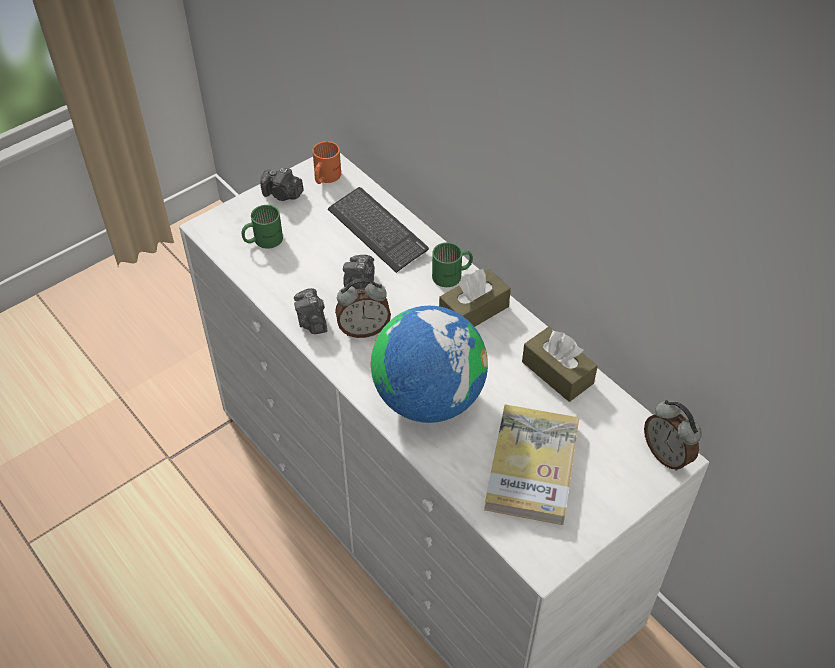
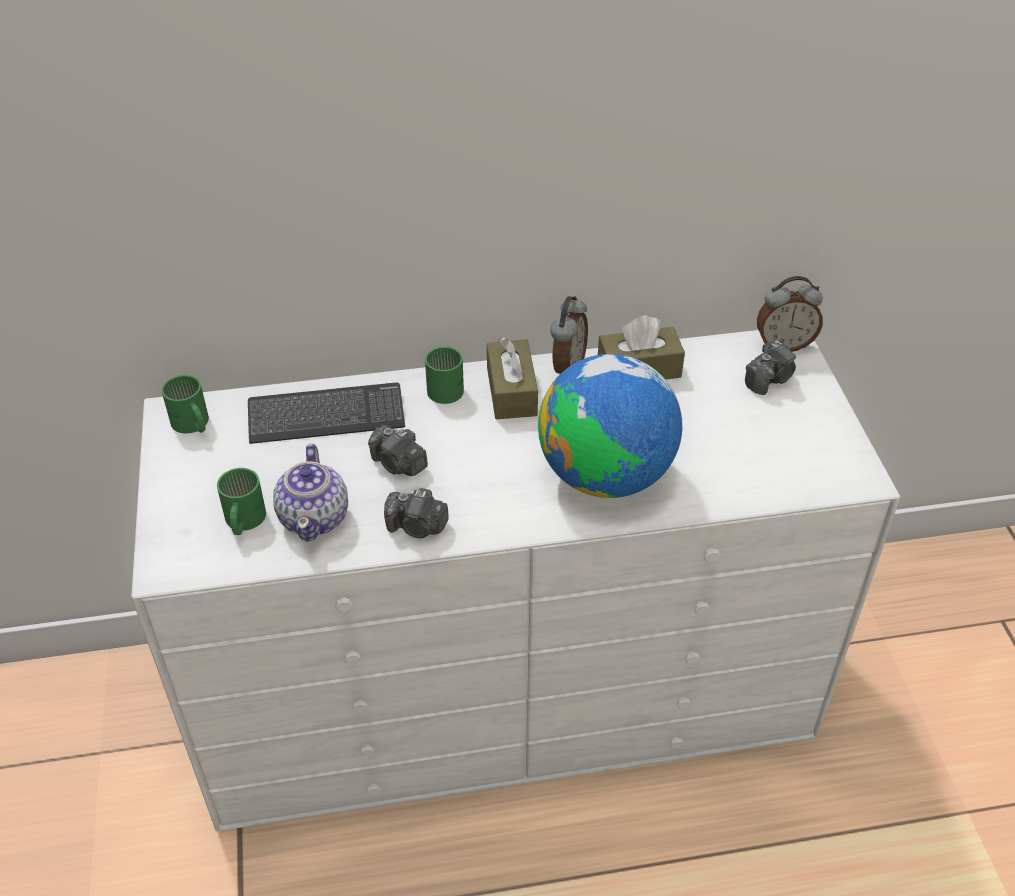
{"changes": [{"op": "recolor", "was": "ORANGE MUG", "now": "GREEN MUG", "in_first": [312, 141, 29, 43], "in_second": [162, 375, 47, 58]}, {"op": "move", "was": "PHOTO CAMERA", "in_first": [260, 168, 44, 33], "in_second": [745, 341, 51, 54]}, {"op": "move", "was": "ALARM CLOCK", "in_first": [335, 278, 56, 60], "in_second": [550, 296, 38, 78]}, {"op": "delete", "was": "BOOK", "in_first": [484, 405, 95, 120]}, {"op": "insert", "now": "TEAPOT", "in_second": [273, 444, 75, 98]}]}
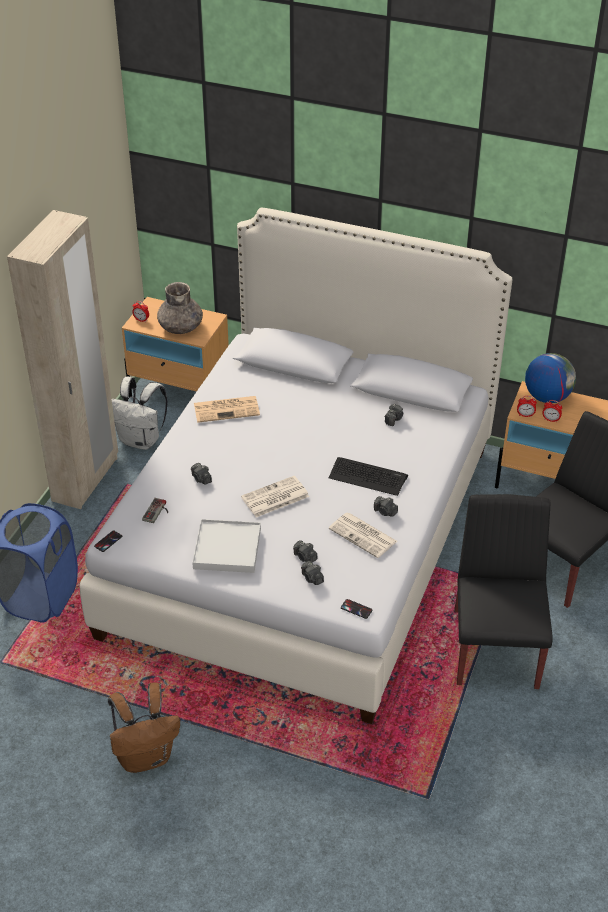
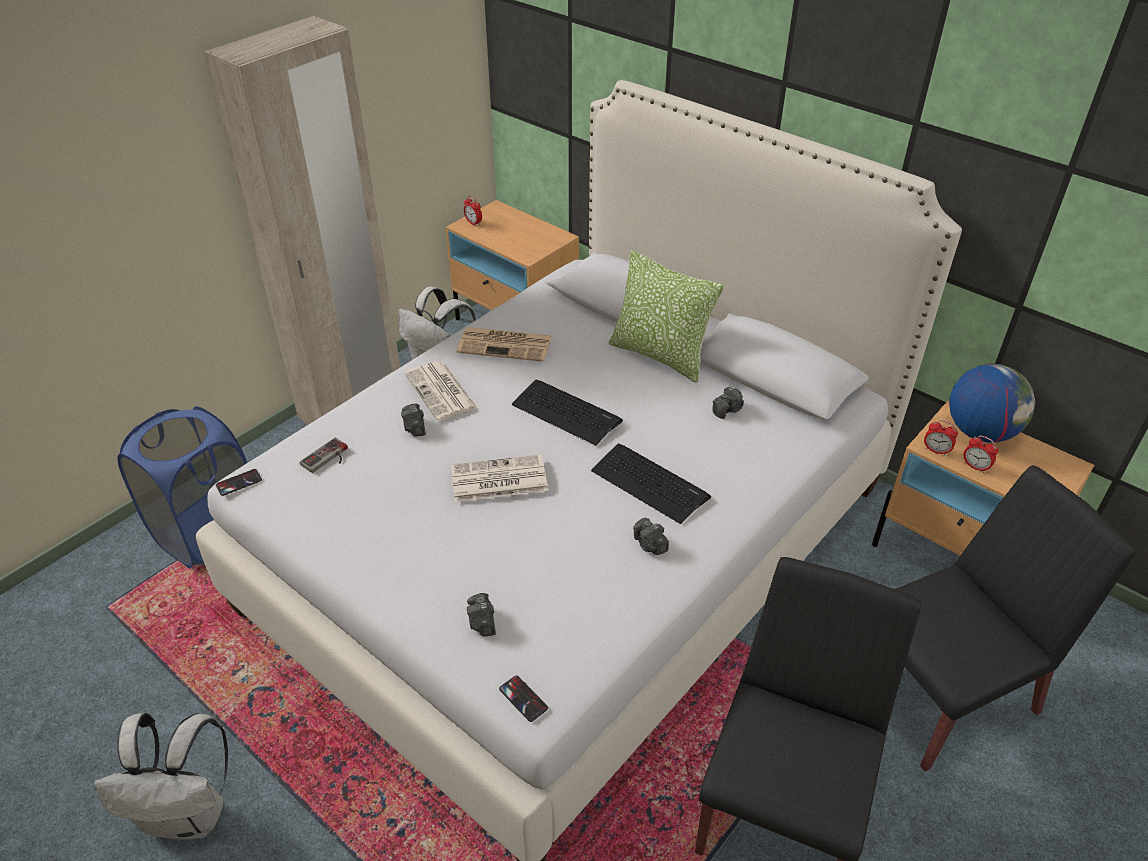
{"changes": [{"op": "delete", "was": "GREY VASE", "in_first": [157, 282, 46, 52]}, {"op": "move", "was": "NEWSPAPER", "in_first": [329, 512, 68, 46], "in_second": [404, 361, 74, 60]}, {"op": "delete", "was": "WHITE TRAY", "in_first": [192, 519, 69, 54]}, {"op": "delete", "was": "PHOTO CAMERA", "in_first": [293, 540, 24, 22]}, {"op": "recolor", "was": "BROWN BACKPACK", "now": "WHITE BACKPACK", "in_first": [108, 682, 72, 91], "in_second": [94, 713, 134, 127]}, {"op": "insert", "now": "PILLOW", "in_second": [609, 250, 115, 133]}, {"op": "insert", "now": "KEYBOARD", "in_second": [512, 380, 111, 65]}]}
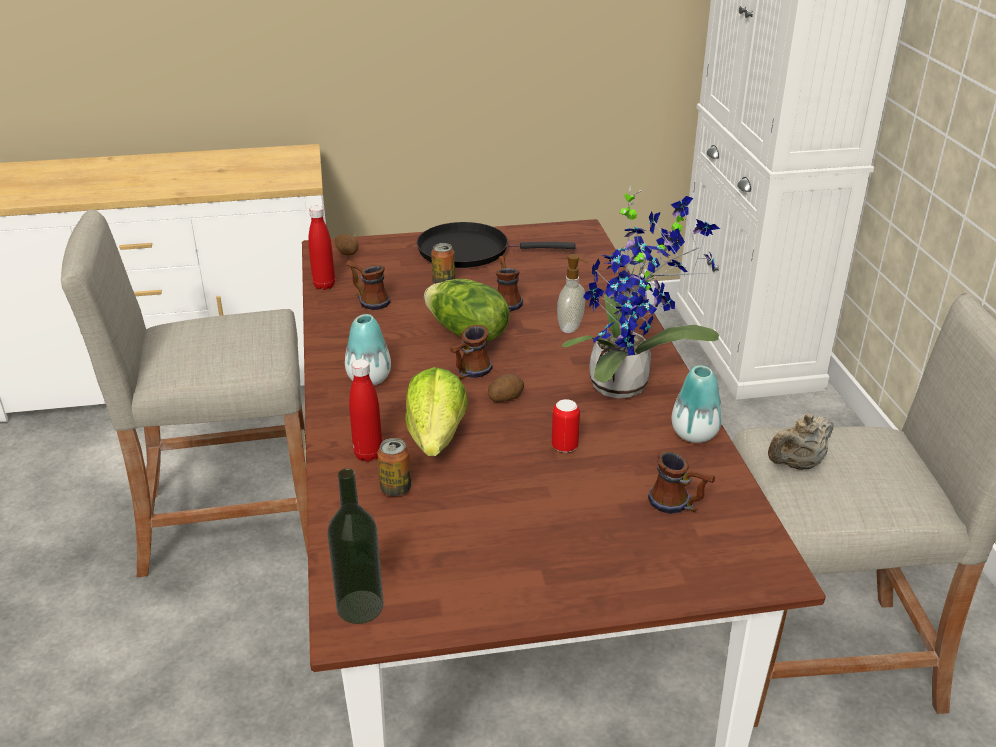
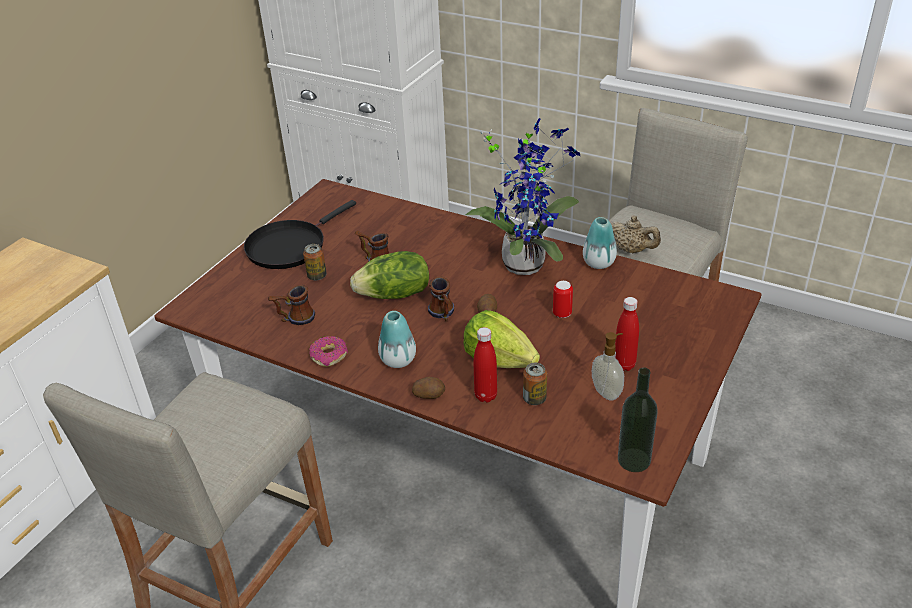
{"changes": [{"op": "move", "was": "RED BOTTLE", "in_first": [308, 206, 27, 84], "in_second": [615, 297, 24, 74]}, {"op": "move", "was": "POTATO", "in_first": [334, 234, 25, 21], "in_second": [412, 377, 33, 22]}, {"op": "move", "was": "SOAP DISPENSER", "in_first": [557, 254, 31, 79], "in_second": [592, 332, 32, 69]}, {"op": "rotate", "was": "BEIGE TEAPOT", "in_first": [768, 414, 66, 56], "in_second": [610, 215, 51, 38], "clockwise": -60}, {"op": "delete", "was": "MUG", "in_first": [648, 450, 67, 64]}, {"op": "insert", "now": "DONUT", "in_second": [309, 336, 39, 31]}]}
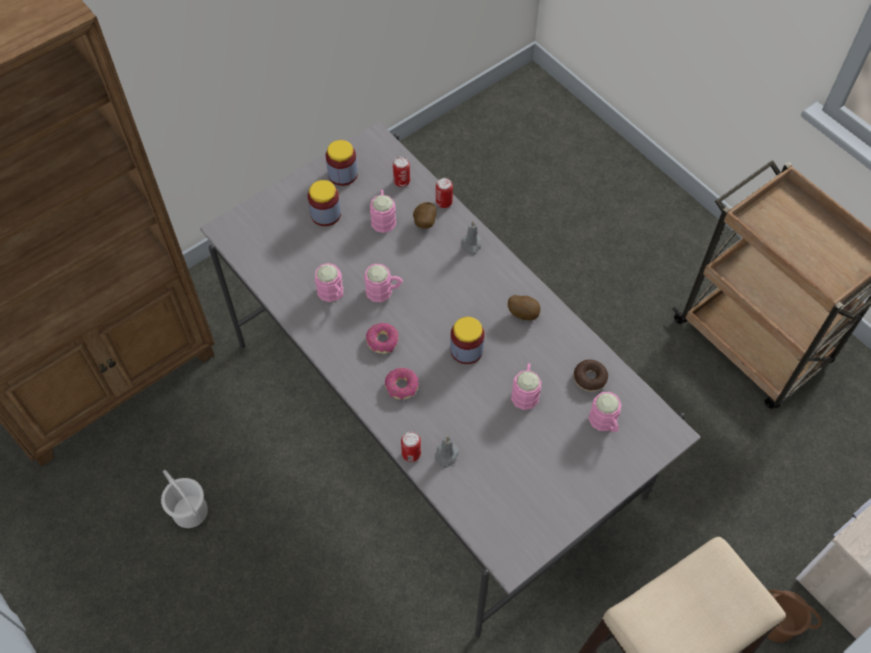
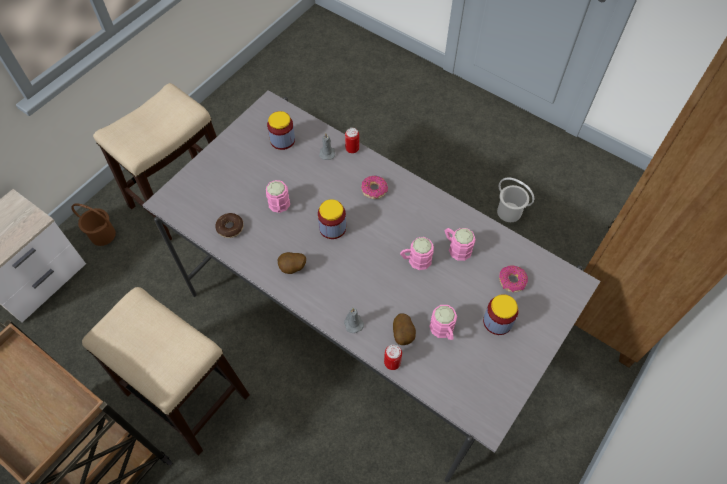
{"changes": [{"op": "move", "was": "JAR", "in_first": [326, 140, 32, 46], "in_second": [267, 111, 28, 39]}, {"op": "delete", "was": "CAN", "in_first": [393, 157, 17, 30]}, {"op": "move", "was": "DONUT", "in_first": [366, 323, 32, 31], "in_second": [499, 266, 29, 26]}, {"op": "delete", "was": "PINK MUG", "in_first": [588, 392, 34, 40]}, {"op": "insert", "now": "STOOL", "in_second": [82, 287, 168, 169]}]}
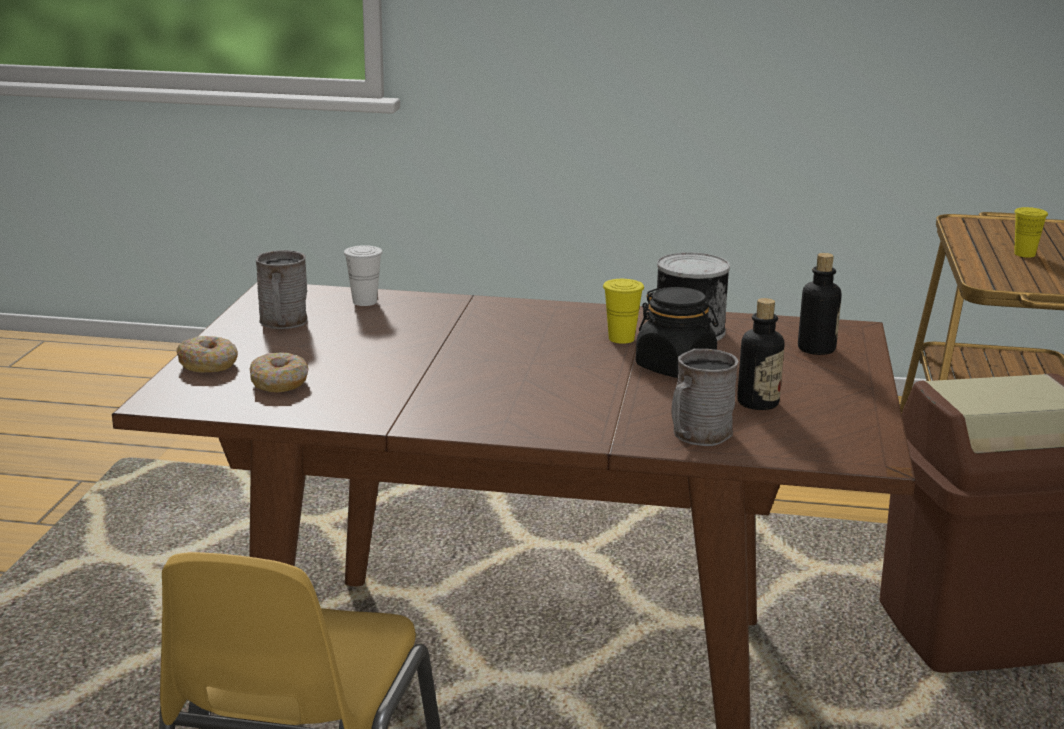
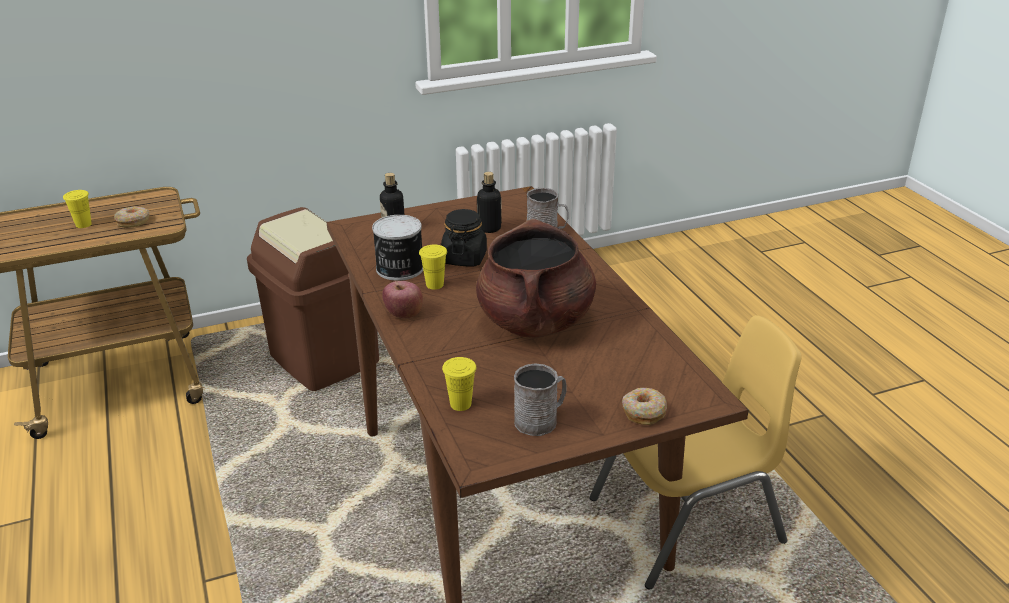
{"changes": [{"op": "recolor", "was": "WHITE CUP", "now": "YELLOW CUP", "in_first": [344, 245, 39, 61], "in_second": [442, 357, 34, 54]}, {"op": "move", "was": "DONUT", "in_first": [250, 352, 59, 40], "in_second": [114, 206, 36, 22]}, {"op": "insert", "now": "BROWN COOKING POT", "in_second": [476, 219, 120, 118]}, {"op": "insert", "now": "APPLE", "in_second": [382, 281, 41, 38]}]}
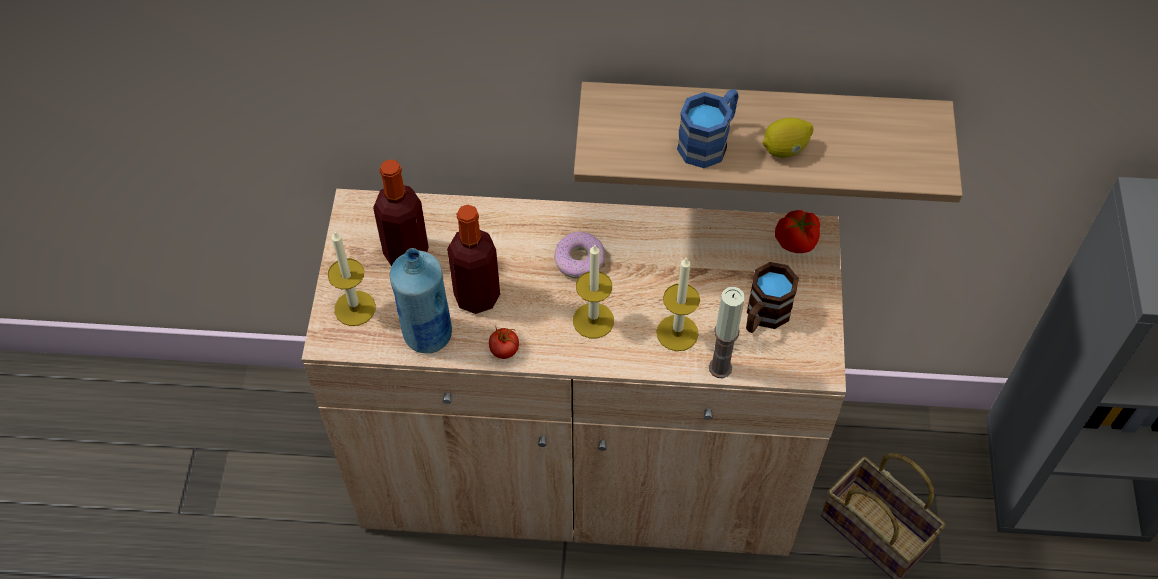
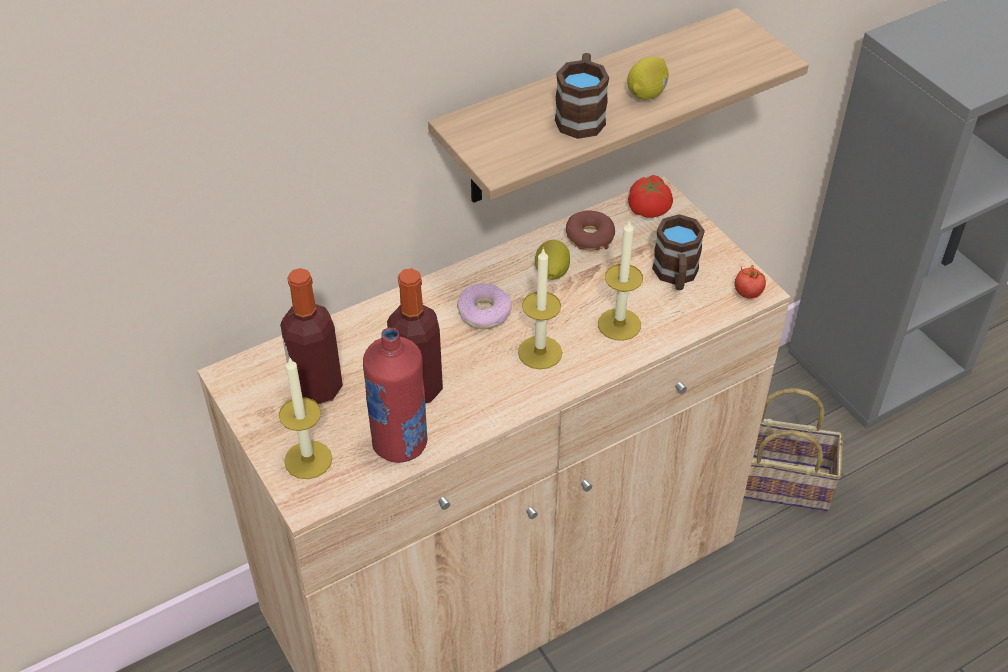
{"changes": [{"op": "recolor", "was": "BLUE MUG", "now": "BROWN MUG", "in_first": [677, 89, 61, 79], "in_second": [555, 53, 54, 86]}, {"op": "recolor", "was": "BLUE BOTTLE", "now": "RED BOTTLE", "in_first": [390, 248, 62, 105], "in_second": [363, 328, 64, 135]}, {"op": "delete", "was": "CANDLE", "in_first": [709, 287, 36, 91]}, {"op": "move", "was": "TOMATO", "in_first": [489, 328, 30, 31], "in_second": [735, 265, 31, 34]}, {"op": "insert", "now": "DONUT", "in_second": [566, 210, 49, 41]}, {"op": "insert", "now": "LEMON", "in_second": [535, 240, 35, 40]}]}
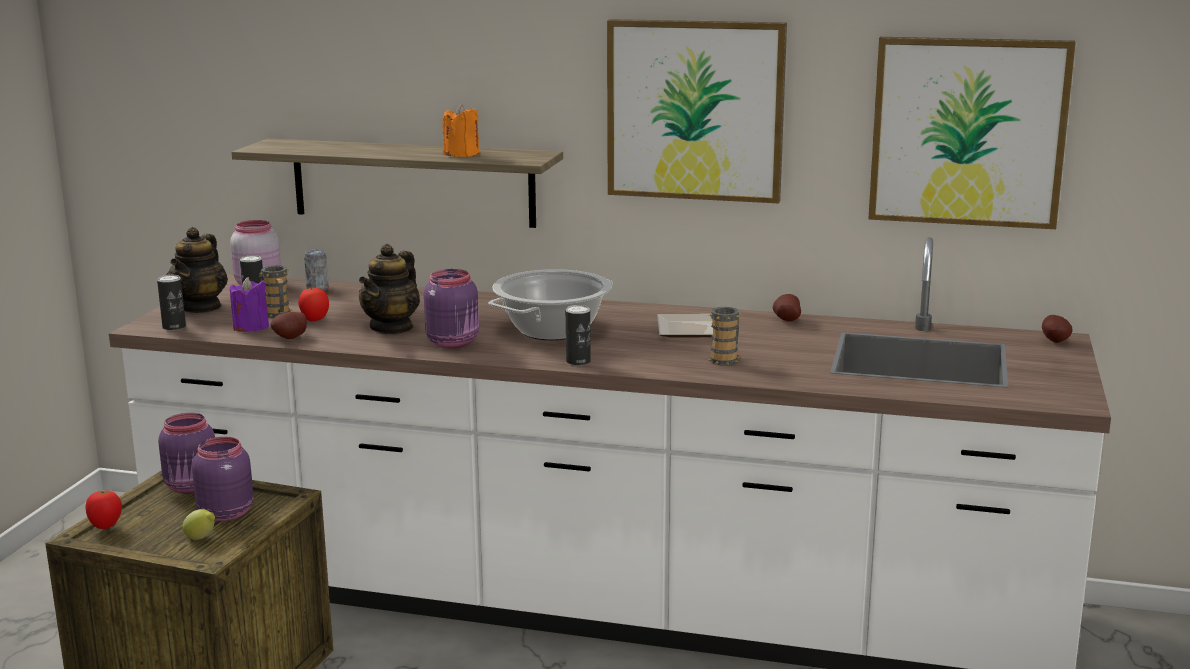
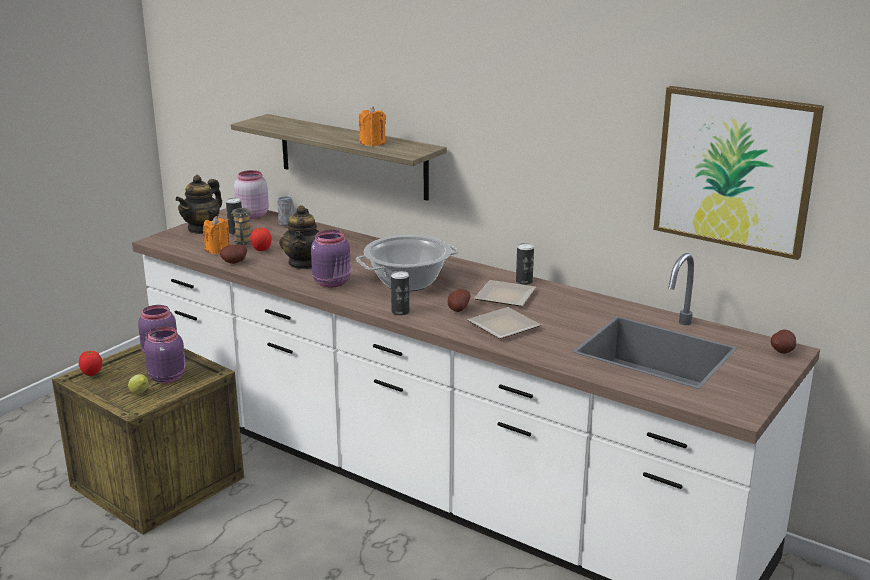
{"changes": [{"op": "delete", "was": "PICTURE", "in_first": [607, 19, 180, 184]}, {"op": "rotate", "was": "TEAPOT", "in_first": [359, 244, 61, 90], "in_second": [279, 205, 40, 64], "clockwise": -45}, {"op": "move", "was": "CAN", "in_first": [157, 275, 29, 55], "in_second": [516, 243, 18, 42]}, {"op": "recolor", "was": "PURPLE CANDLE", "now": "ORANGE CANDLE", "in_first": [230, 277, 39, 55], "in_second": [203, 216, 27, 38]}, {"op": "move", "was": "POTATO", "in_first": [773, 294, 28, 27], "in_second": [448, 289, 22, 23]}, {"op": "replace", "was": "MUG", "now": "PLATE", "in_first": [708, 307, 33, 59], "in_second": [467, 307, 74, 32]}]}
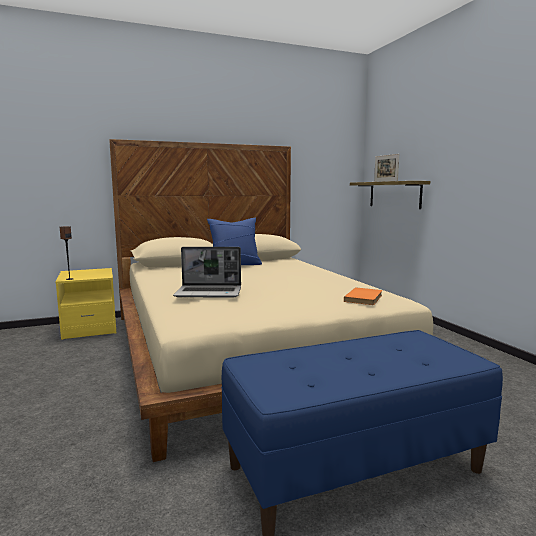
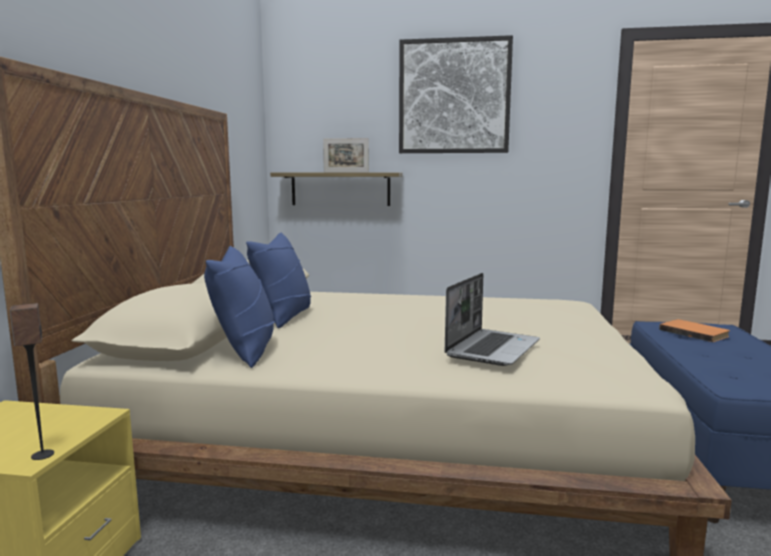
{"changes": [{"op": "move", "was": "ORANGE BOOK", "in_first": [344, 288, 38, 17], "in_second": [659, 319, 71, 23]}, {"op": "insert", "now": "PICTURE", "in_second": [399, 35, 114, 118]}, {"op": "insert", "now": "BLUE PILLOW", "in_second": [204, 246, 71, 122]}]}
